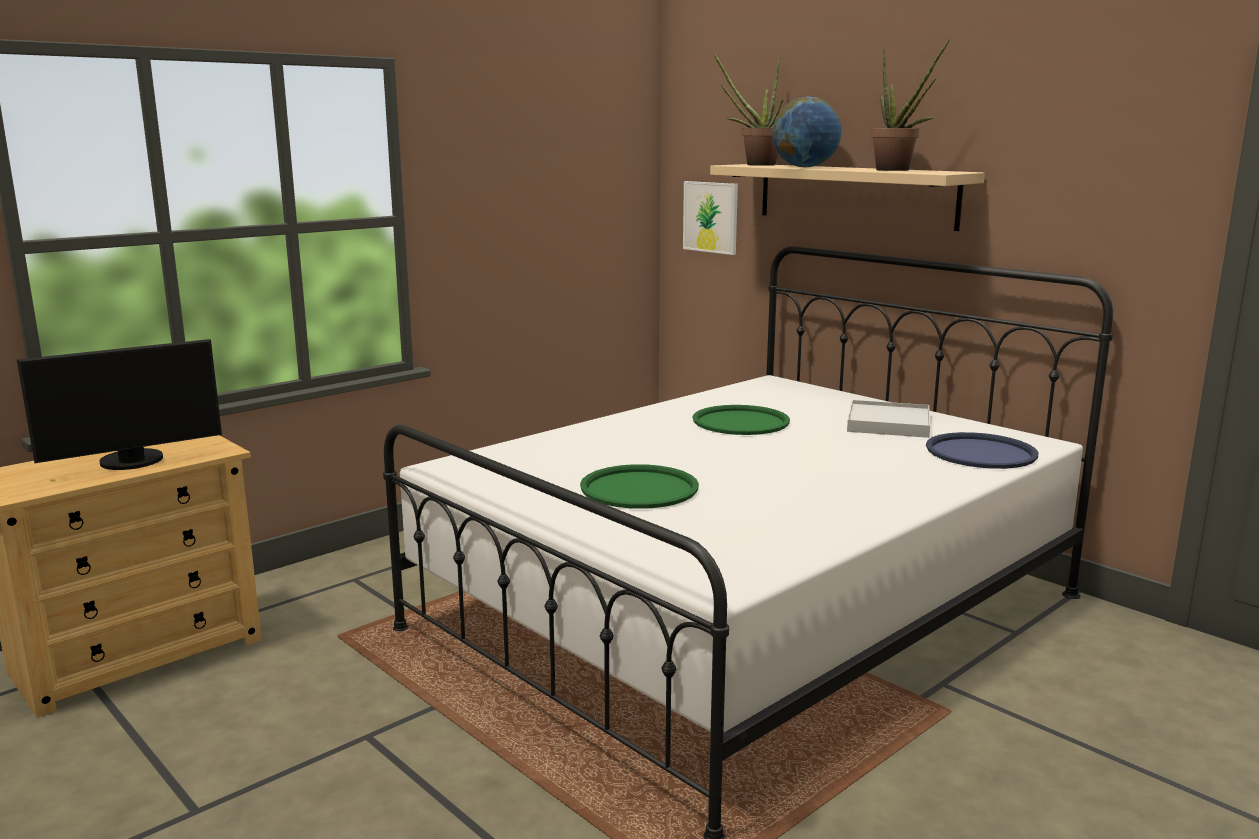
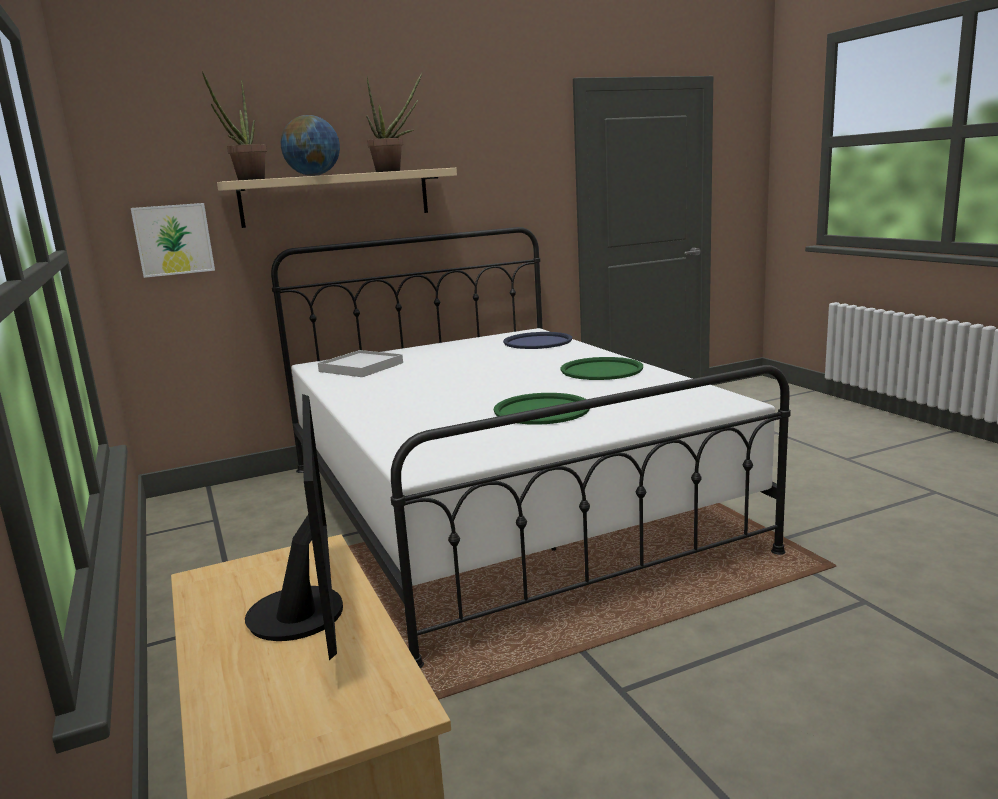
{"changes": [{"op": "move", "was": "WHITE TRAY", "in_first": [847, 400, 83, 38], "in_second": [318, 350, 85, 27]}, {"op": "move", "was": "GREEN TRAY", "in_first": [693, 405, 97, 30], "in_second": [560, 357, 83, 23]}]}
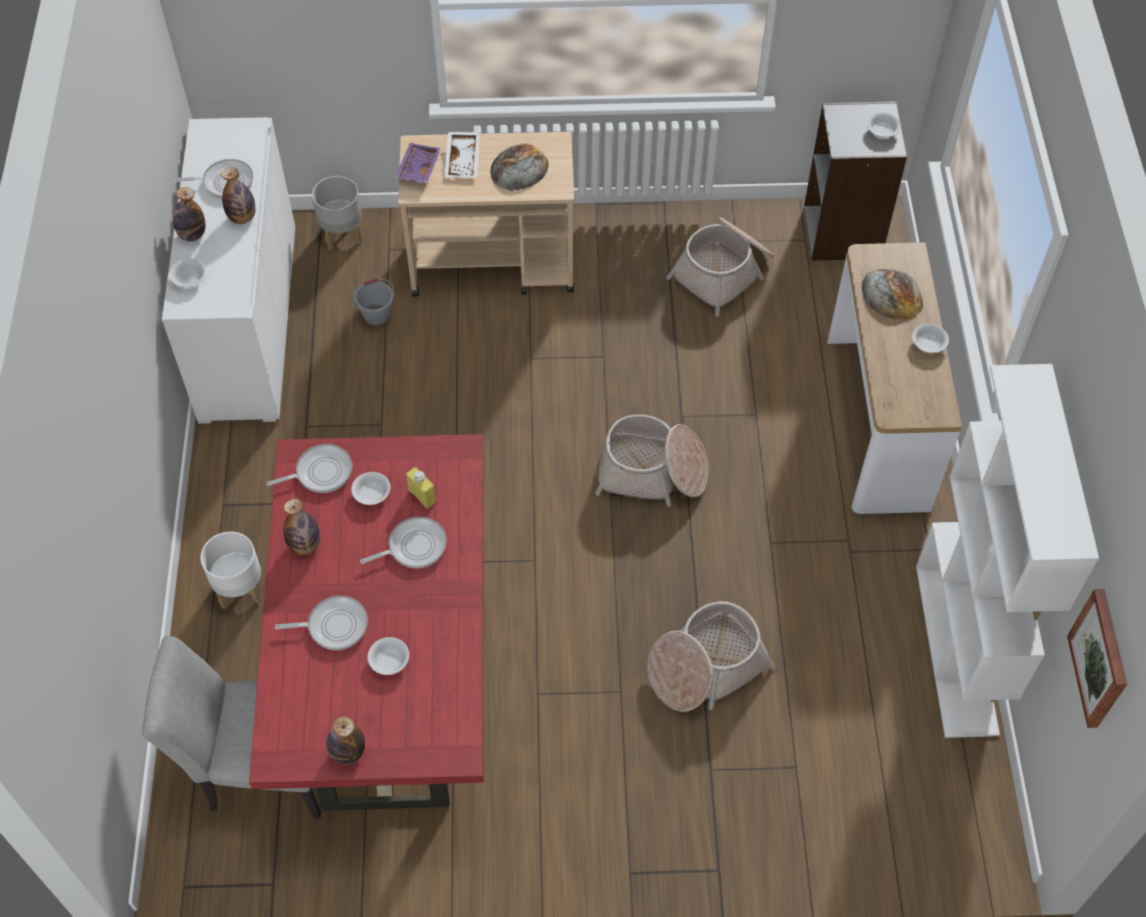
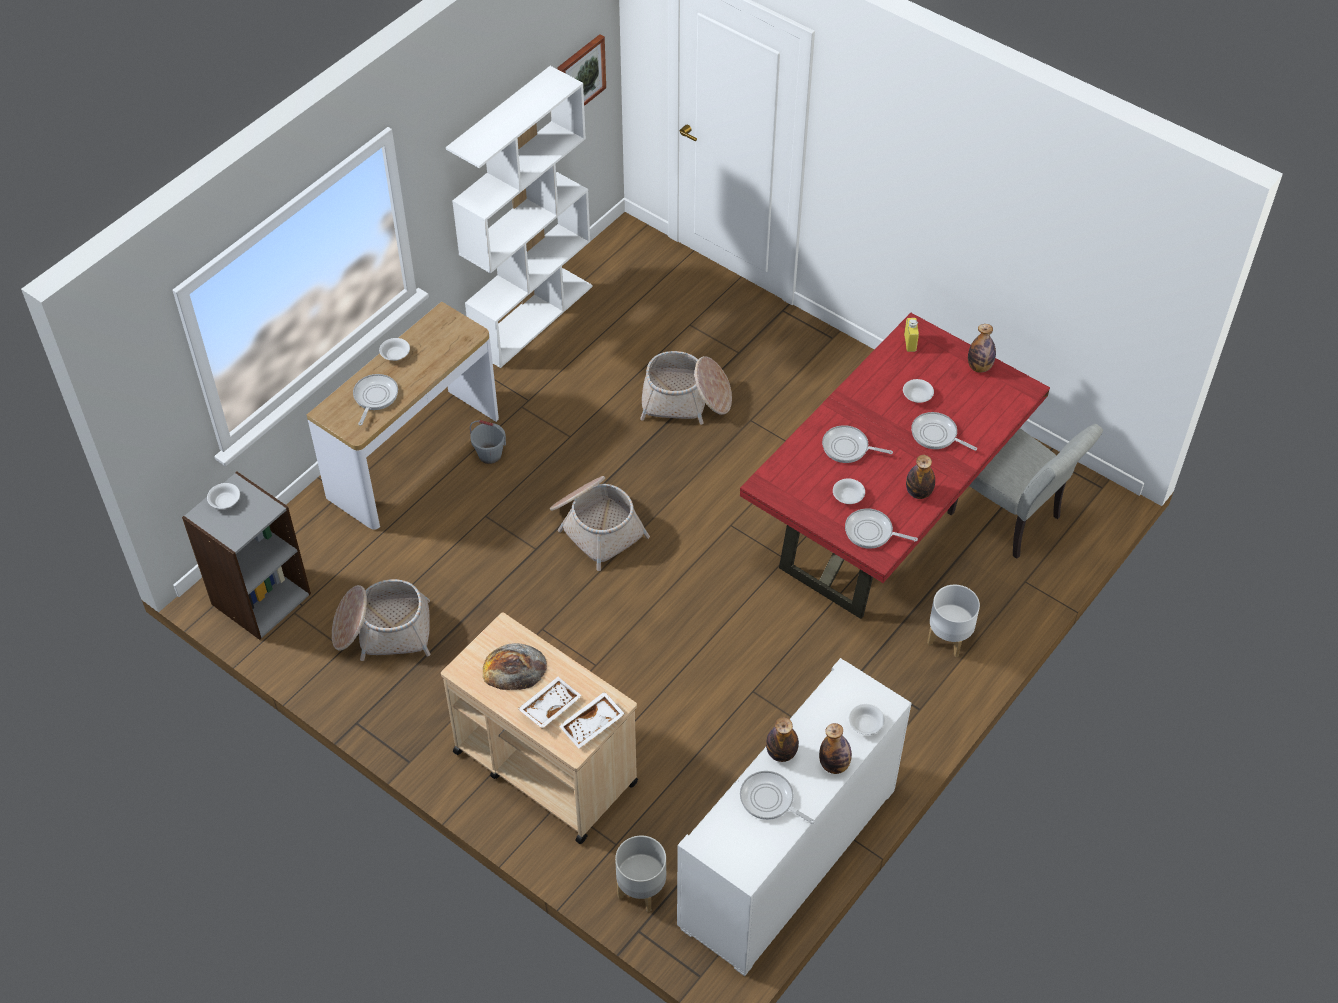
{"changes": [{"op": "recolor", "was": "PURPLE TRAY", "now": "WHITE TRAY", "in_first": [395, 143, 46, 40], "in_second": [559, 691, 66, 57]}, {"op": "replace", "was": "BREAD", "now": "FRYING PAN", "in_first": [862, 269, 61, 51], "in_second": [353, 374, 45, 52]}, {"op": "move", "was": "GREY BUCKET", "in_first": [352, 278, 43, 48], "in_second": [470, 420, 36, 44]}, {"op": "move", "was": "YELLOW BOTTLE", "in_first": [406, 467, 30, 41], "in_second": [904, 318, 15, 34]}]}
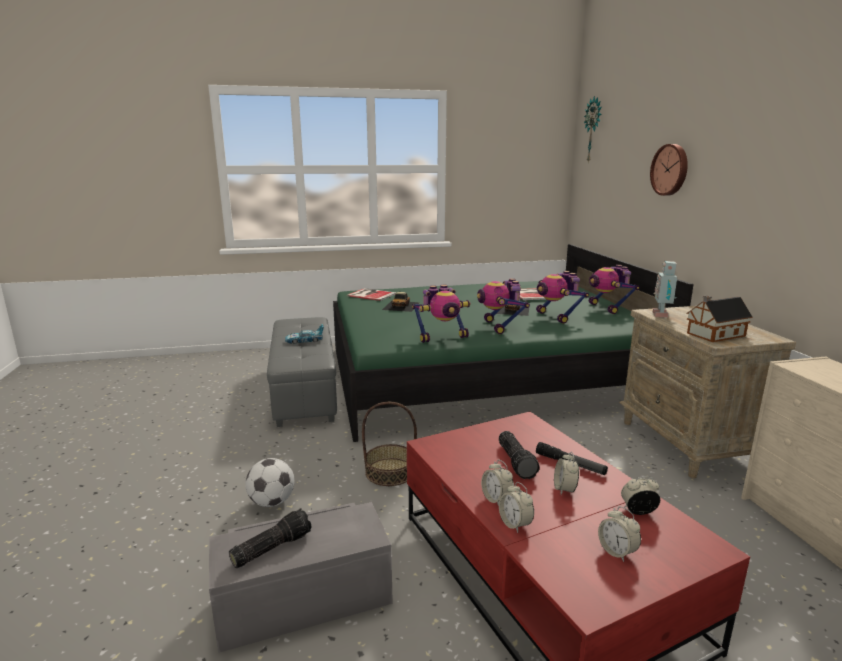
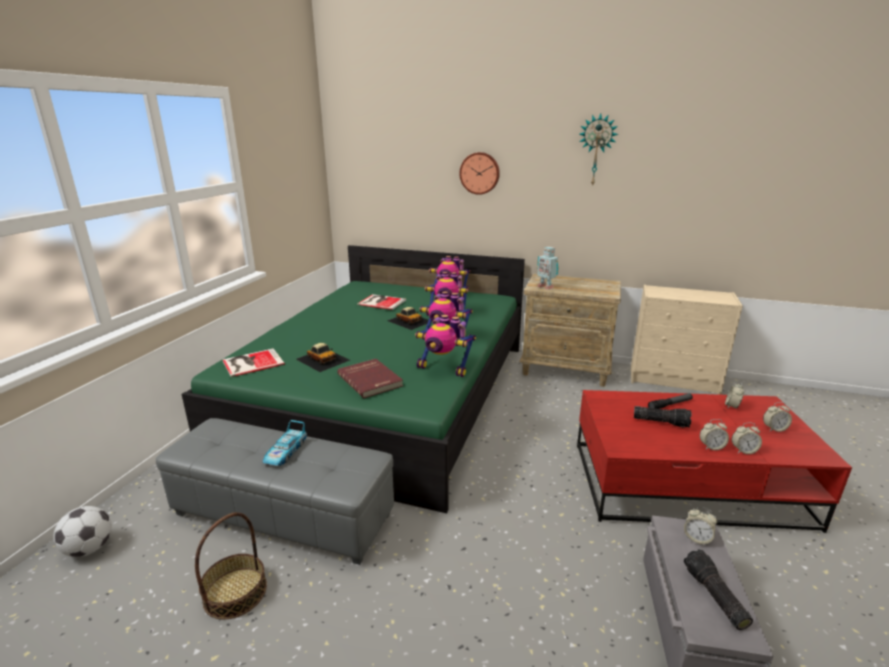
{"changes": [{"op": "move", "was": "WALL CLOCK", "in_first": [584, 96, 18, 67], "in_second": [579, 114, 40, 73]}, {"op": "rotate", "was": "TOY ROBOT", "in_first": [412, 285, 59, 58], "in_second": [415, 315, 61, 62], "clockwise": 105}, {"op": "delete", "was": "TOY HOUSE", "in_first": [686, 296, 67, 46]}, {"op": "move", "was": "BASKET", "in_first": [362, 402, 55, 84], "in_second": [195, 512, 72, 108]}, {"op": "move", "was": "ALARM CLOCK", "in_first": [554, 451, 25, 44], "in_second": [684, 507, 33, 38]}, {"op": "move", "was": "FOOTBALL", "in_first": [245, 458, 50, 49], "in_second": [53, 506, 59, 51]}, {"op": "insert", "now": "RED BOOK", "in_second": [337, 359, 66, 39]}]}
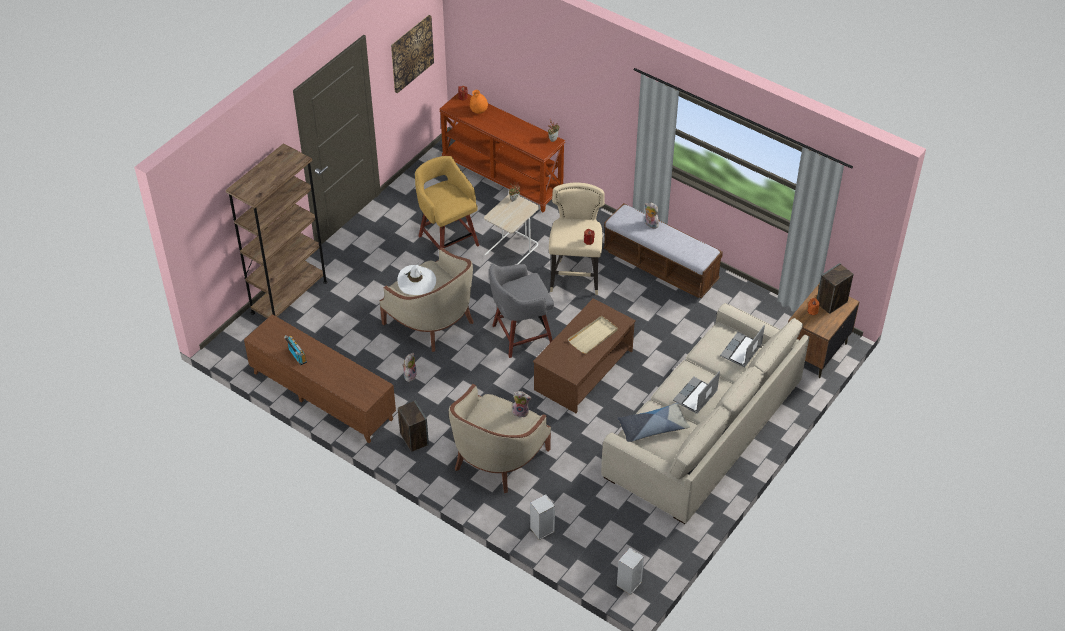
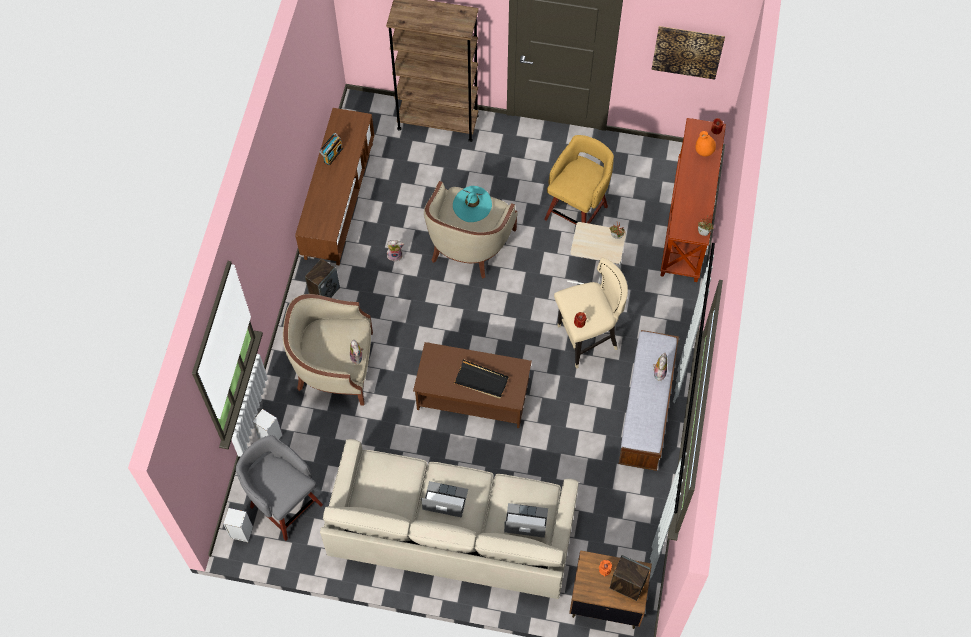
{"changes": [{"op": "recolor", "was": "WHITE HAT", "now": "TURQUOISE HAT", "in_first": [397, 262, 39, 33], "in_second": [453, 186, 39, 36]}, {"op": "move", "was": "GREY STOOL", "in_first": [489, 264, 65, 94], "in_second": [236, 435, 87, 106]}, {"op": "recolor", "was": "BEIGE TRAY", "now": "BLACK TRAY", "in_first": [568, 316, 50, 38], "in_second": [454, 359, 55, 39]}, {"op": "delete", "was": "PILLOW", "in_first": [617, 403, 73, 39]}]}
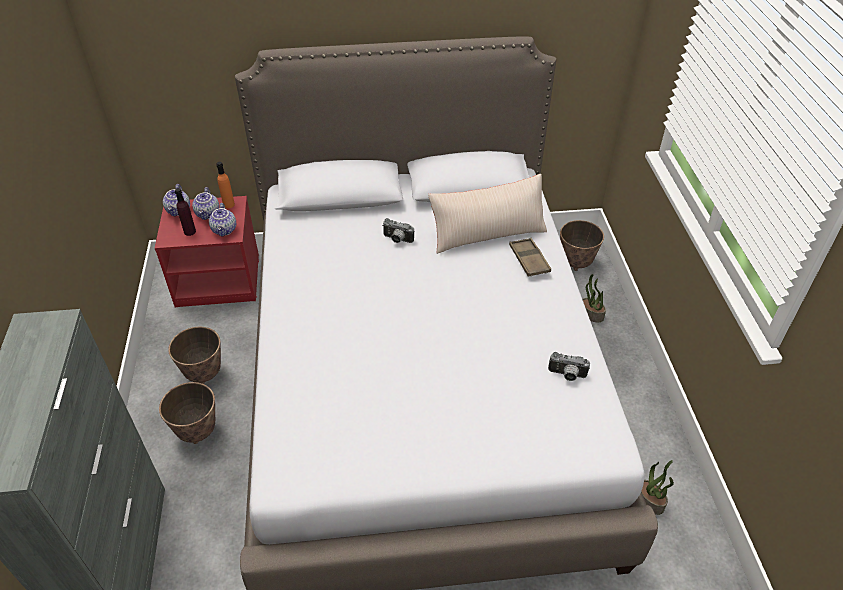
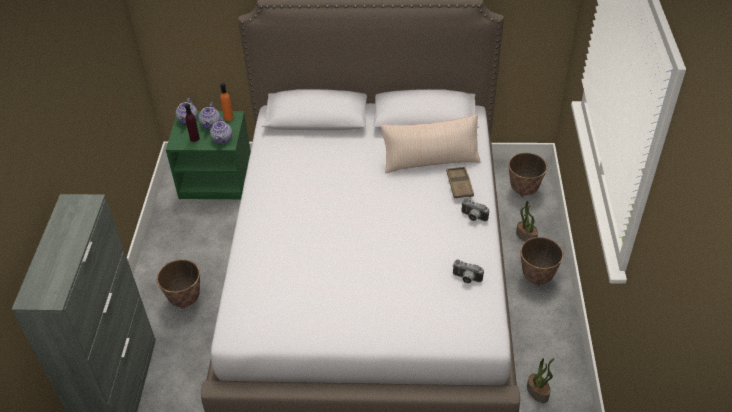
{"changes": [{"op": "recolor", "was": "RED NIGHTSTAND", "now": "GREEN NIGHTSTAND", "in_first": [155, 196, 104, 111], "in_second": [166, 111, 85, 88]}, {"op": "move", "was": "PHOTO CAMERA", "in_first": [382, 218, 32, 25], "in_second": [461, 198, 28, 23]}, {"op": "move", "was": "PLANTER", "in_first": [168, 327, 53, 57], "in_second": [520, 237, 44, 49]}]}
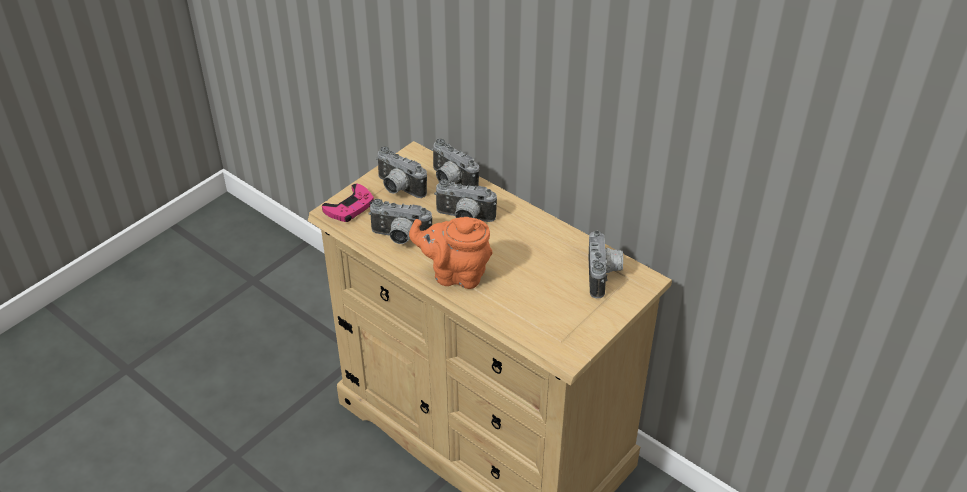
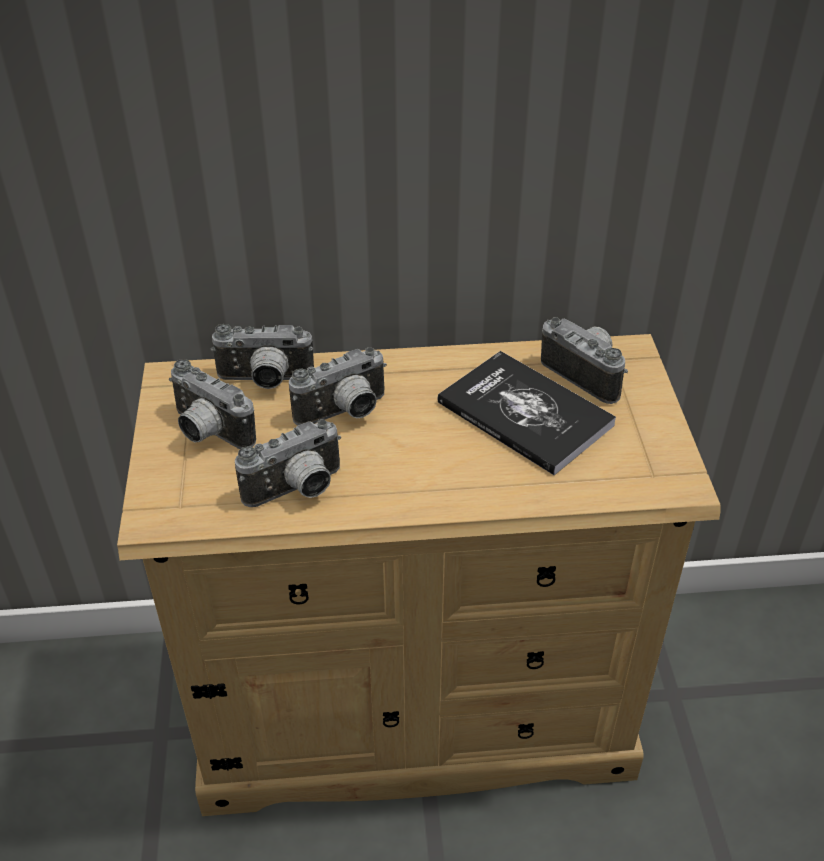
{"changes": [{"op": "rotate", "was": "PHOTO CAMERA", "in_first": [376, 146, 51, 52], "in_second": [169, 359, 87, 90], "clockwise": 45}, {"op": "delete", "was": "PINK GAME CONTROLLER", "in_first": [322, 183, 52, 39]}, {"op": "delete", "was": "ORANGE TEAPOT", "in_first": [409, 217, 83, 72]}, {"op": "insert", "now": "BOOK", "in_second": [438, 351, 178, 124]}]}
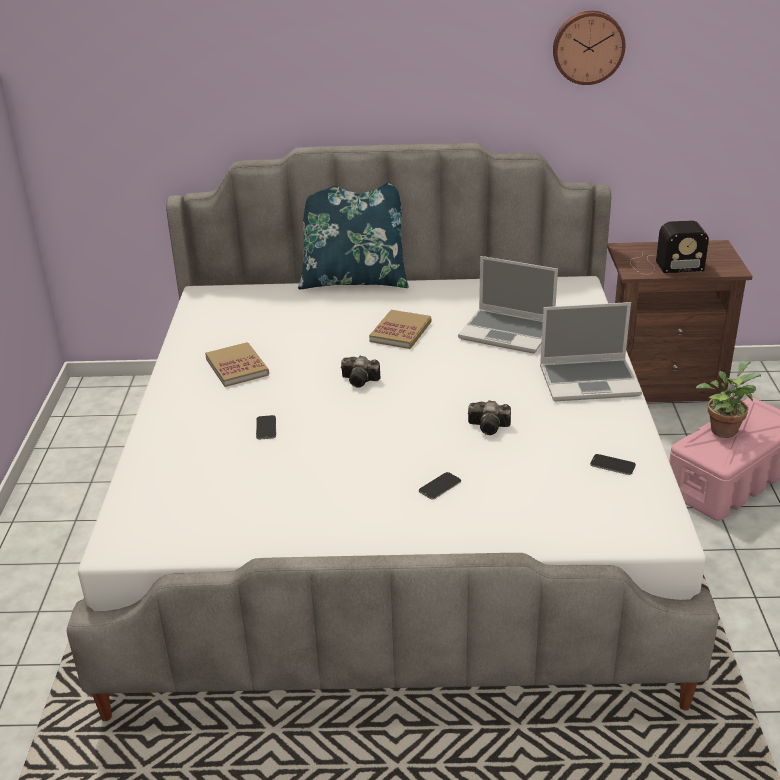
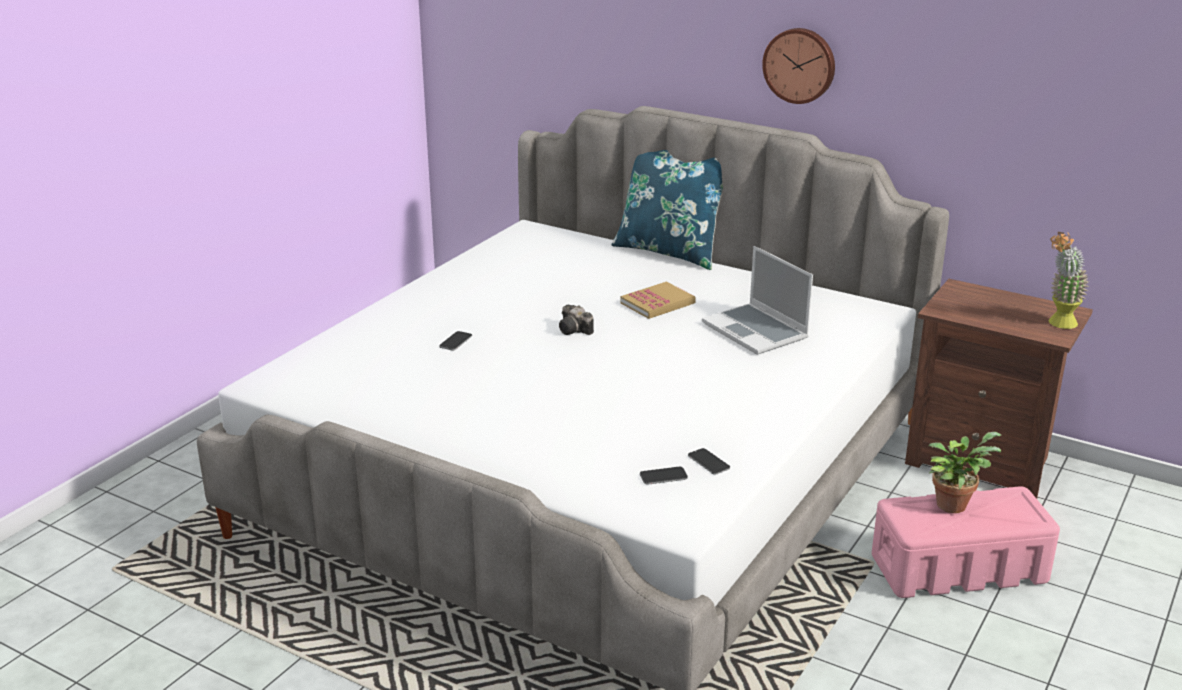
{"changes": [{"op": "move", "was": "WALL CLOCK", "in_first": [553, 11, 72, 74], "in_second": [762, 28, 73, 76]}, {"op": "delete", "was": "RADIO", "in_first": [630, 220, 79, 55]}, {"op": "delete", "was": "LAPTOP", "in_first": [540, 302, 102, 99]}, {"op": "delete", "was": "BOOK", "in_first": [205, 342, 64, 45]}, {"op": "delete", "was": "PHOTO CAMERA", "in_first": [468, 400, 43, 35]}, {"op": "move", "was": "PHONE", "in_first": [419, 472, 42, 28], "in_second": [640, 467, 48, 18]}, {"op": "insert", "now": "POTTED PLANT", "in_second": [1049, 232, 40, 97]}]}
